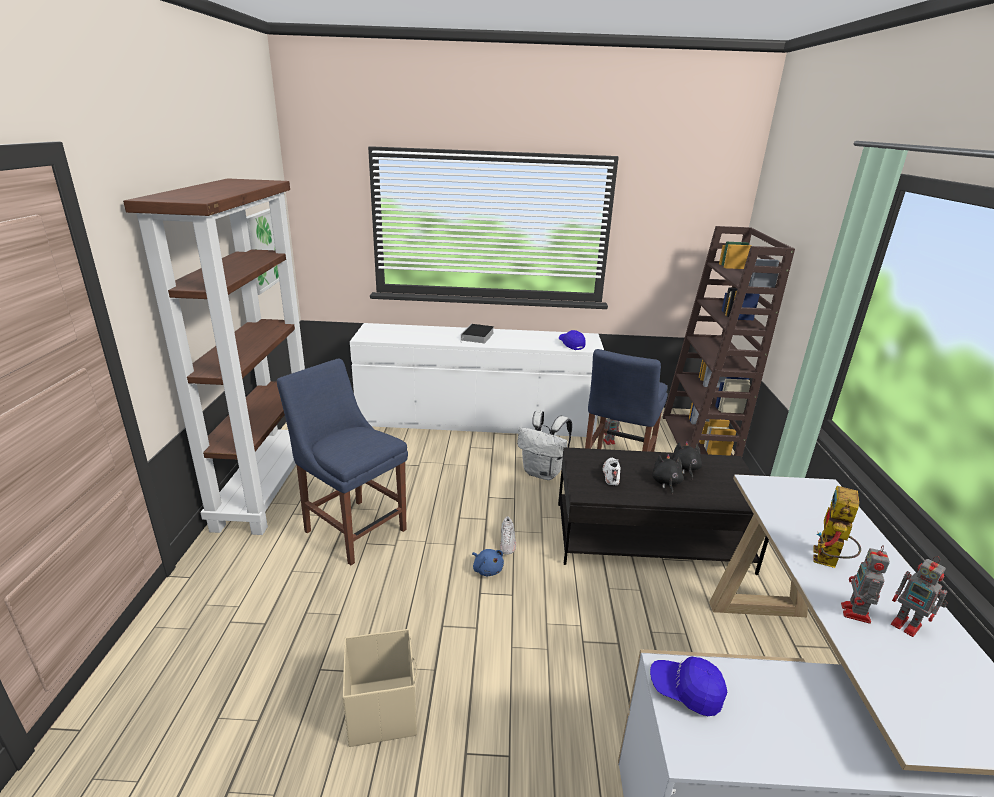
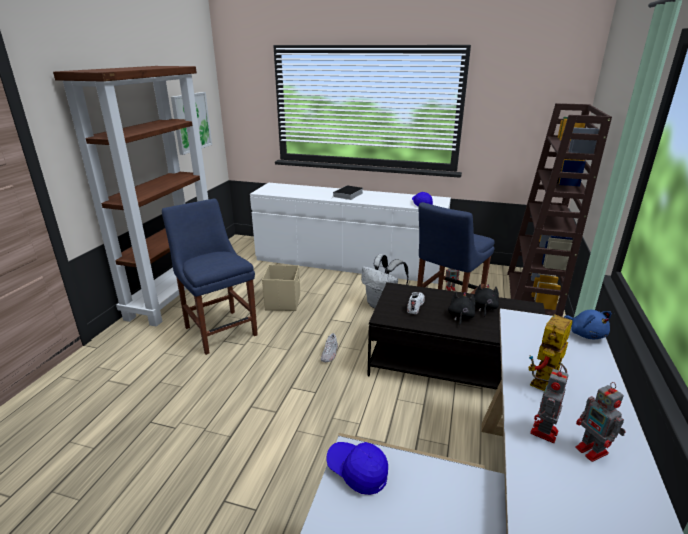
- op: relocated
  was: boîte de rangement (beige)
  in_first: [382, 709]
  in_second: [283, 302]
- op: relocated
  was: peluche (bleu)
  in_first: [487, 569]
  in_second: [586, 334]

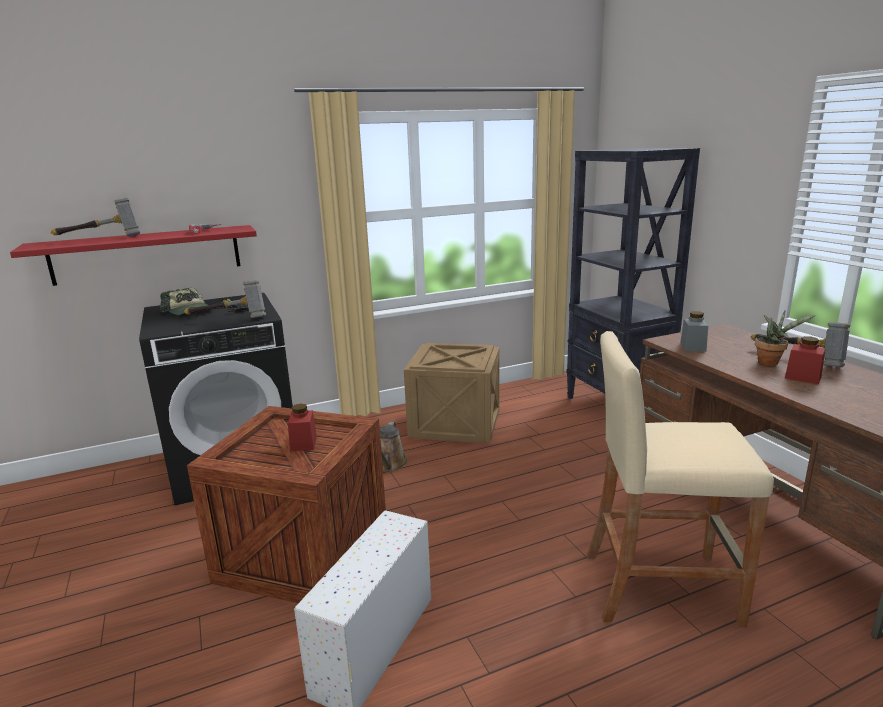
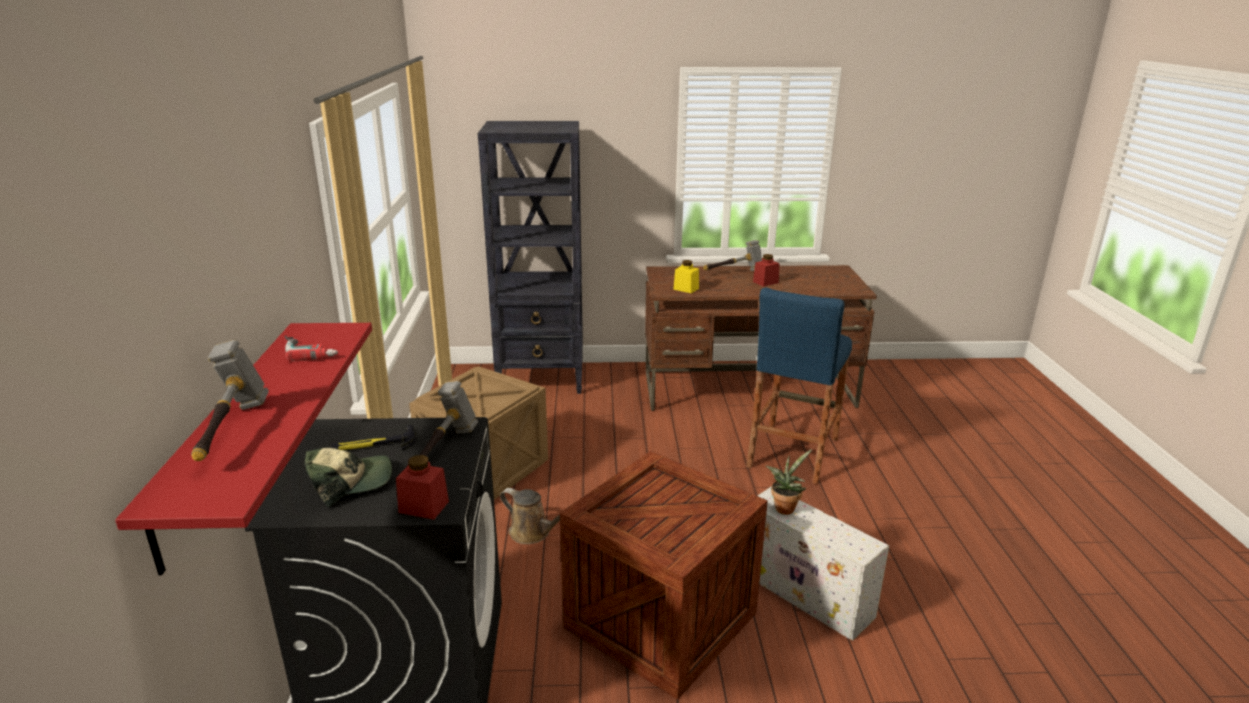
- op: relocated
  was: bocal (rouge)
  in_first: [303, 443]
  in_second: [424, 507]
- op: colour
  was: bocal (gris)
  now: bocal (jaune)
  in_first: [693, 347]
  in_second: [686, 289]
- op: colour
  was: tabouret (beige)
  now: tabouret (bleu)
  in_first: [660, 587]
  in_second: [792, 452]
- op: relocated
  was: plante en pot
  in_first: [771, 362]
  in_second: [785, 507]

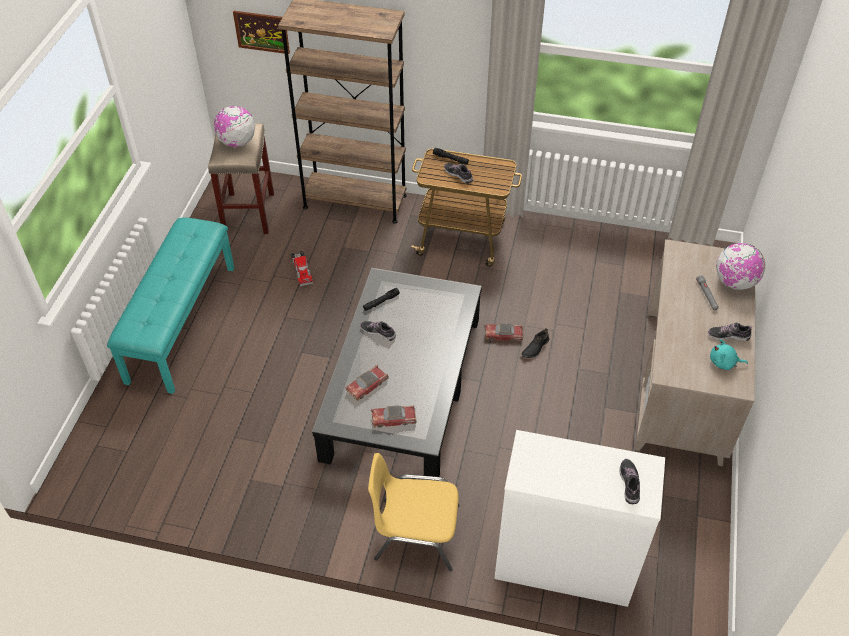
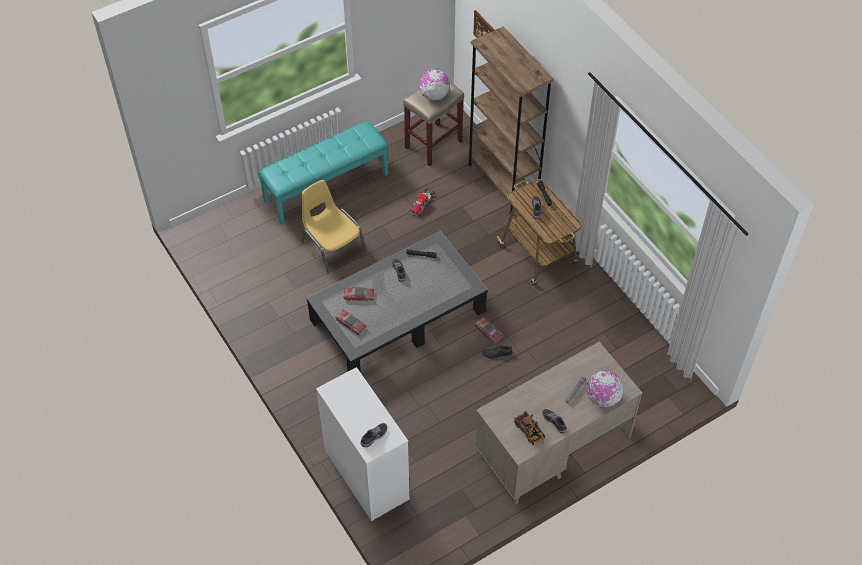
- op: relocated
  was: chaise (jaune)
  in_first: [415, 532]
  in_second: [332, 245]
- op: exchanged
  was: peluche (turquoise)
  now: camion jouet
  in_first: [724, 363]
  in_second: [530, 433]

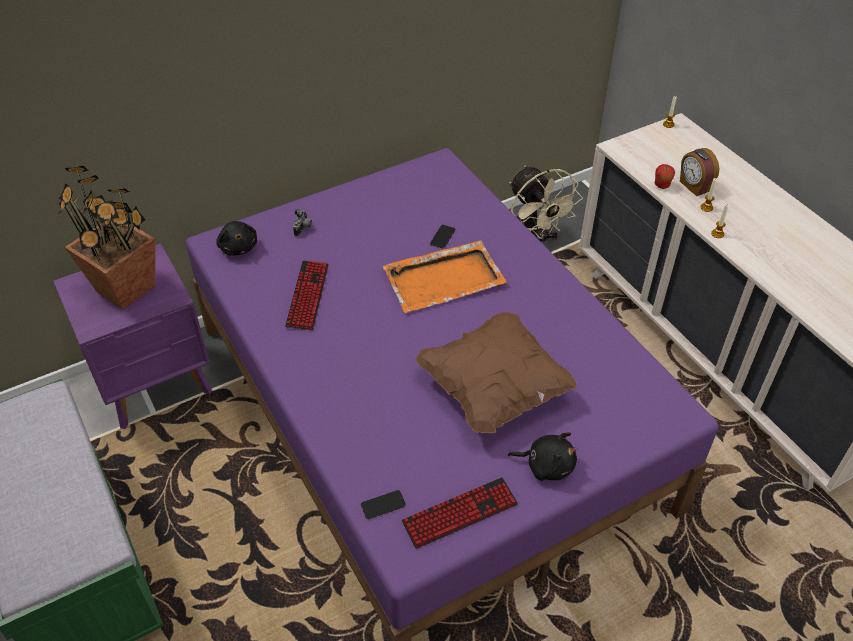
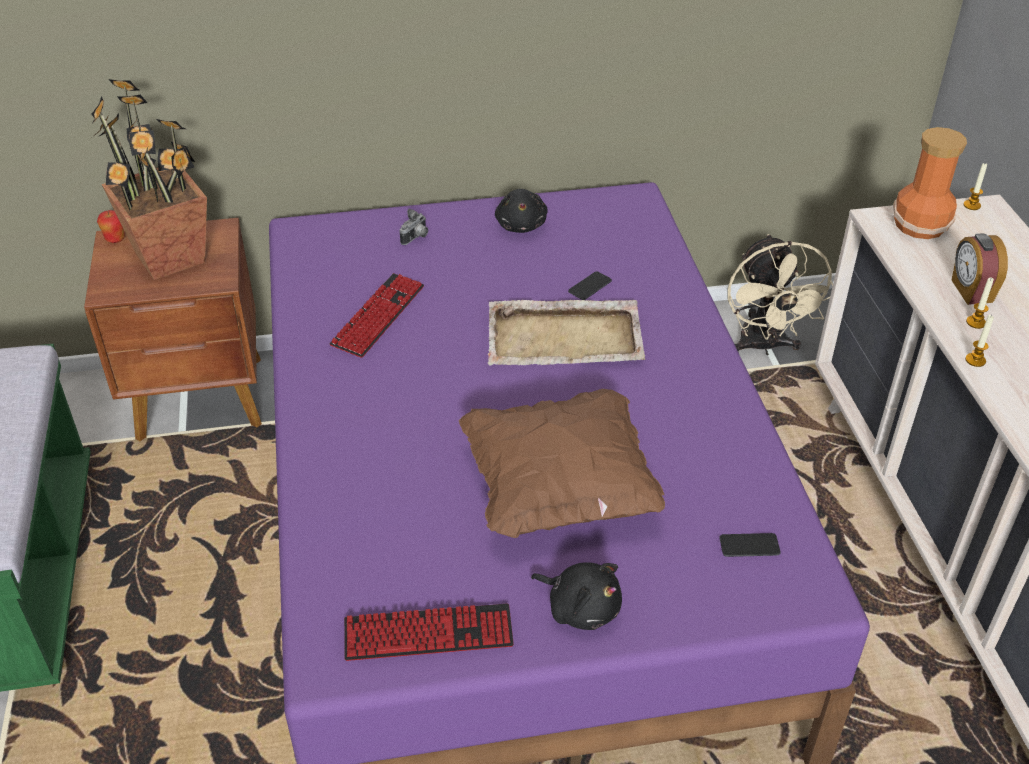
- op: colour
  was: table de chevet (violet)
  now: table de chevet (marron)
  in_first: [157, 384]
  in_second: [202, 400]
- op: relocated
  was: pomme
  in_first: [661, 186]
  in_second: [115, 239]
- op: colour
  was: plateau (orange)
  now: plateau (beige)
  in_first: [445, 279]
  in_second: [566, 337]
- op: relocated
  was: peluche (noir)
  in_first: [238, 247]
  in_second: [521, 225]
- op: relocated
  was: téléphone
  in_first: [383, 505]
  in_second: [749, 546]
- op: appeared
  now: vase
  in_second: [920, 224]

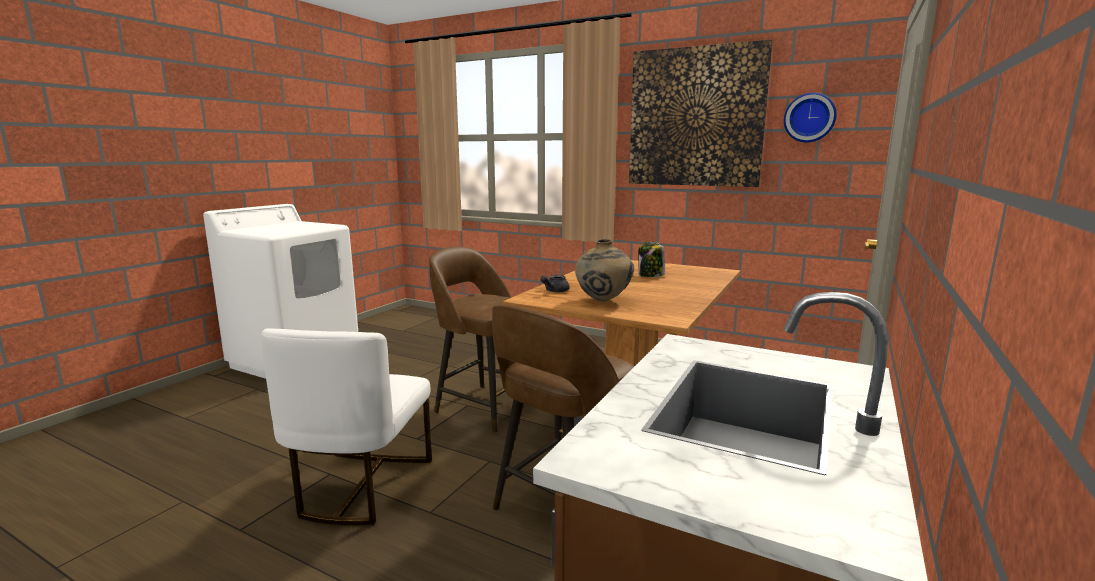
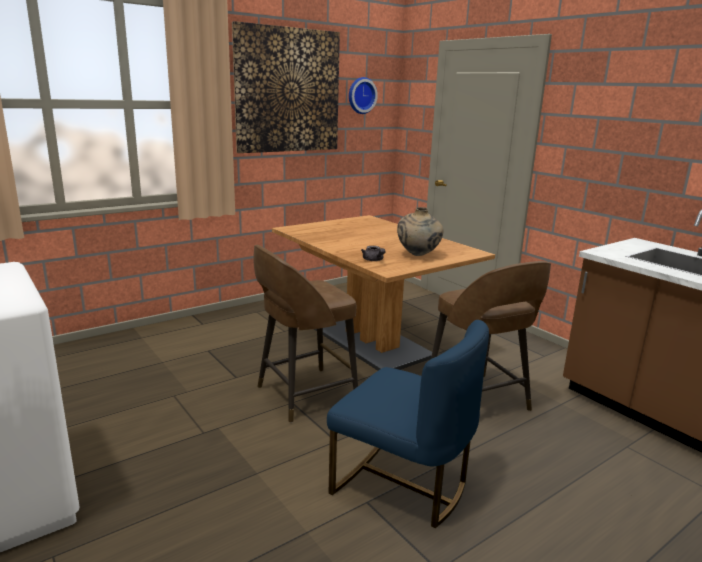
- op: colour
  was: chaise (blanc)
  now: chaise (bleu)
  in_first: [361, 486]
  in_second: [402, 485]
- op: missing
  was: bocal
  in_first: [650, 276]

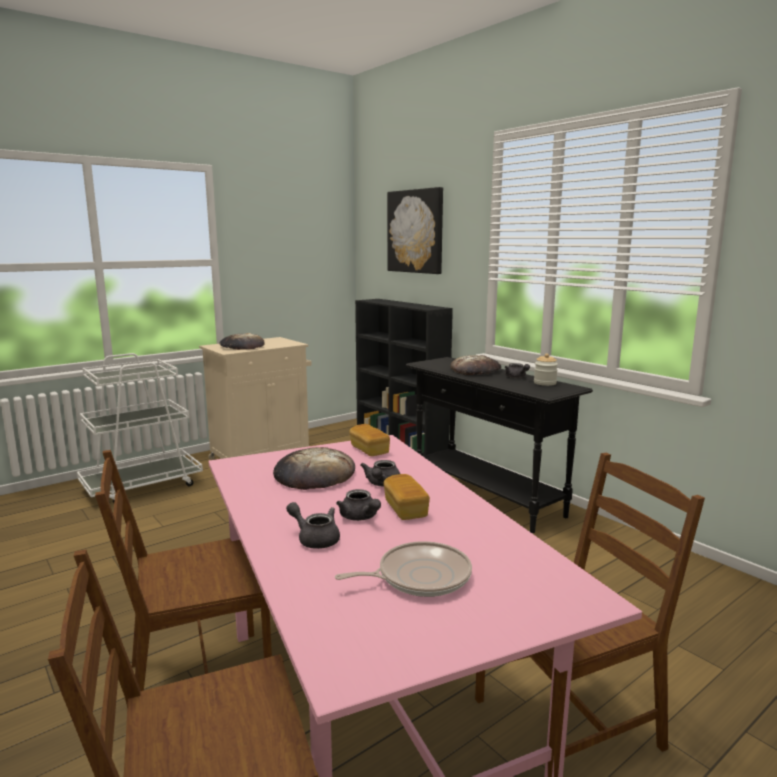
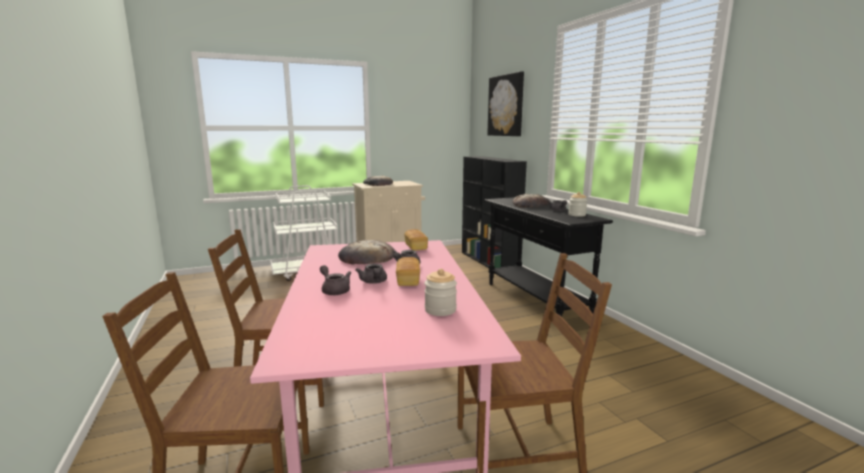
- op: appeared
  now: bocal
  in_second: [440, 310]
- op: missing
  was: poêle
  in_first: [419, 577]

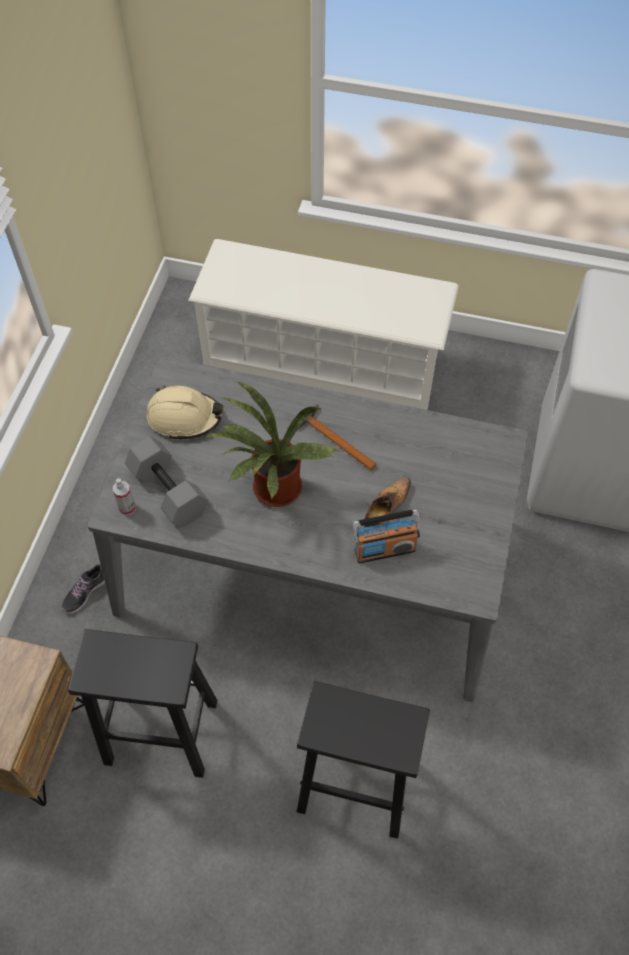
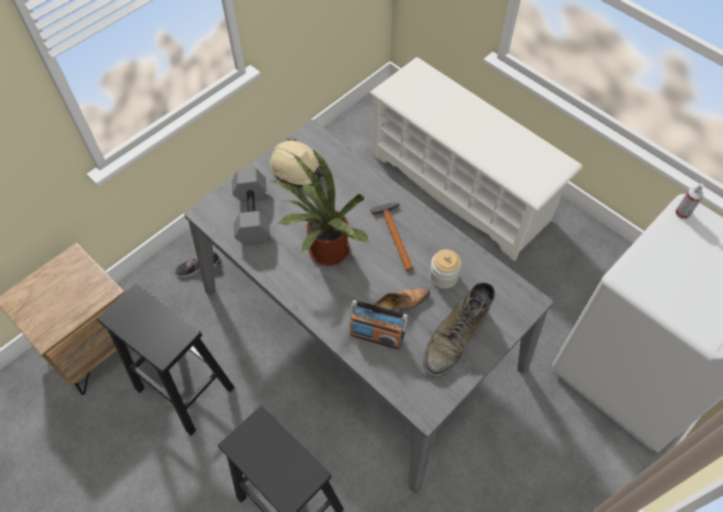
- op: appeared
  now: botte (vert)
  in_second: [454, 338]
- op: appeared
  now: bocal
  in_second: [443, 276]
- op: relocated
  was: vaporisateur
  in_first: [127, 508]
  in_second: [682, 213]

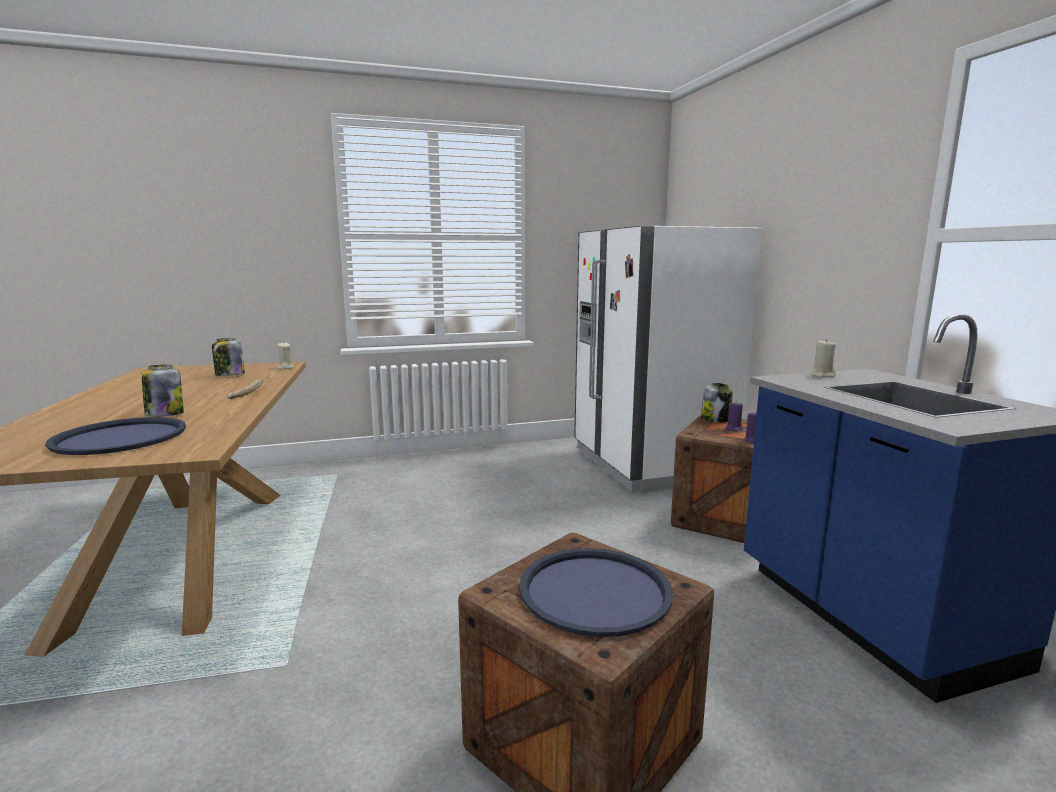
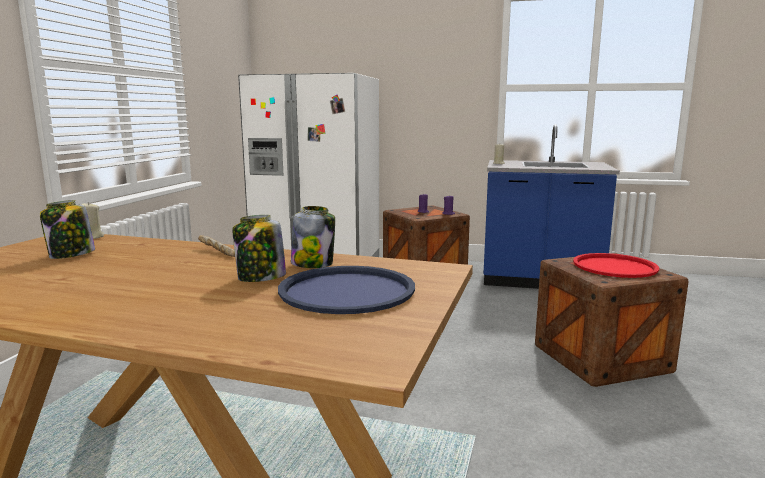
- op: relocated
  was: bocal
  in_first: [715, 419]
  in_second: [313, 264]
- op: colour
  was: plateau (bleu)
  now: plateau (rouge)
  in_first: [595, 591]
  in_second: [614, 266]

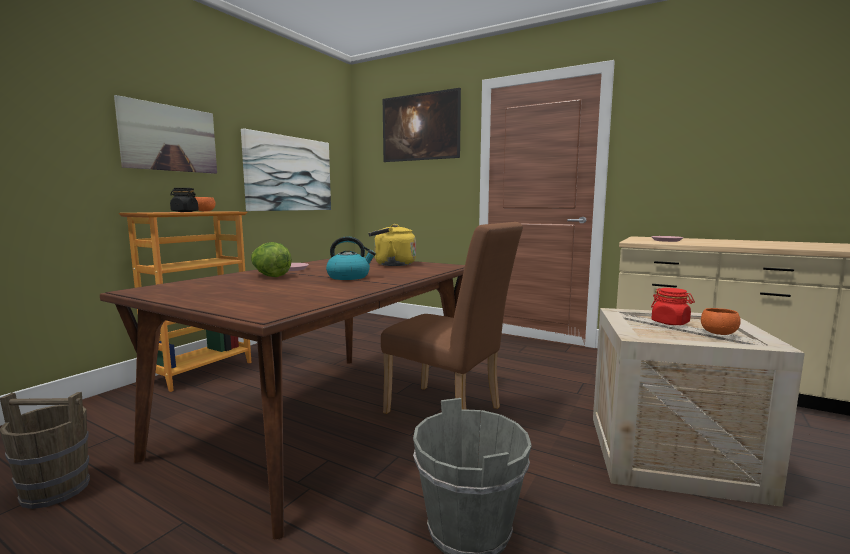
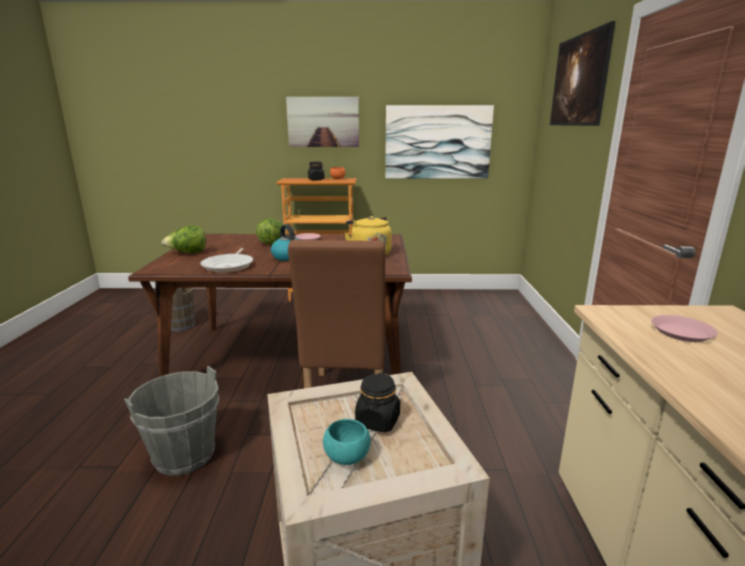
- op: appeared
  now: laitue
  in_second: [188, 253]
- op: appeared
  now: poêle
  in_second: [229, 266]
- op: colour
  was: bol (orange)
  now: bol (turquoise)
  in_first: [718, 333]
  in_second: [347, 457]
- op: colour
  was: bocal (rouge)
  now: bocal (noir)
  in_first: [670, 322]
  in_second: [377, 421]

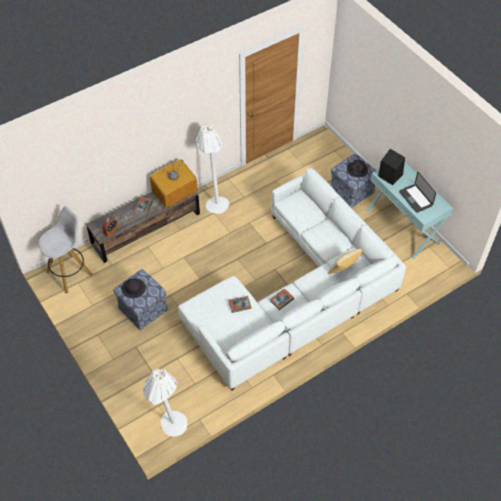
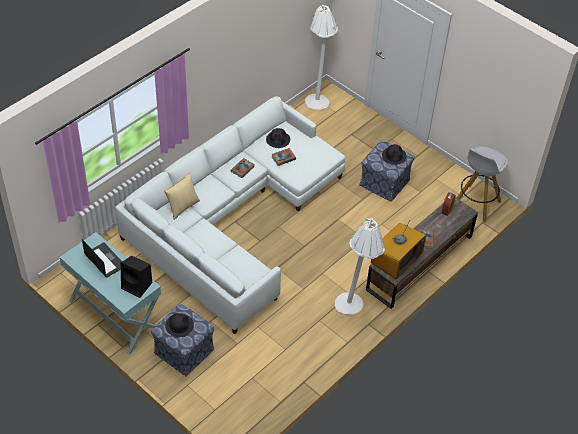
- op: appeared
  now: chapeau (noir)
  in_second: [278, 139]

